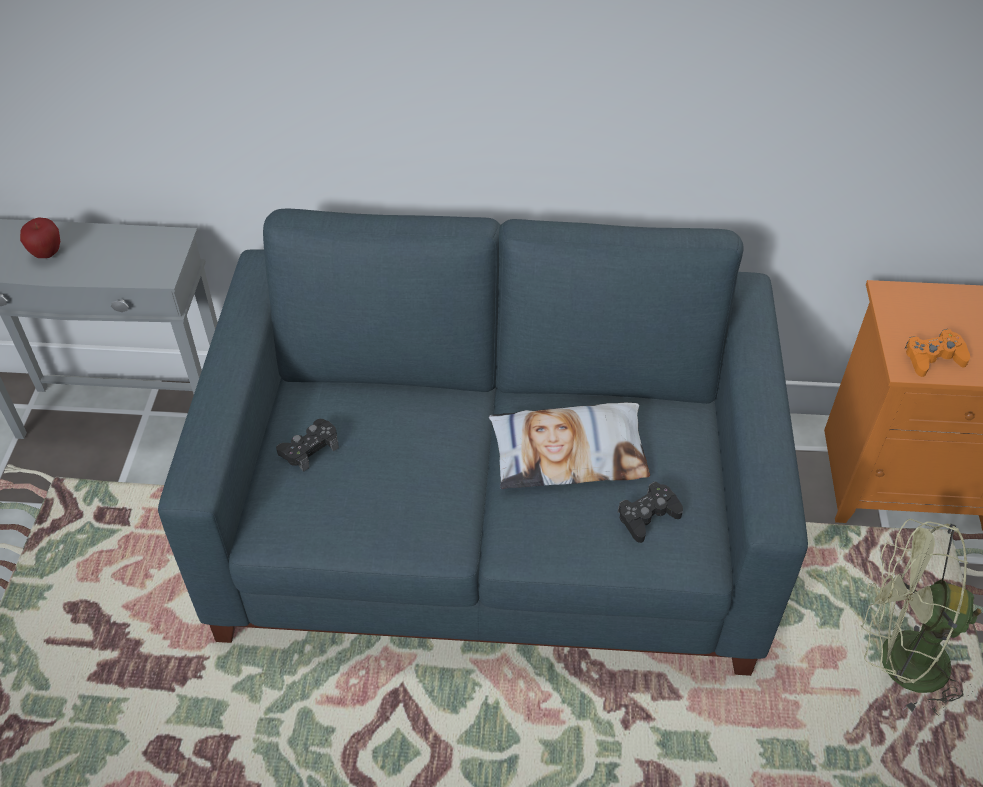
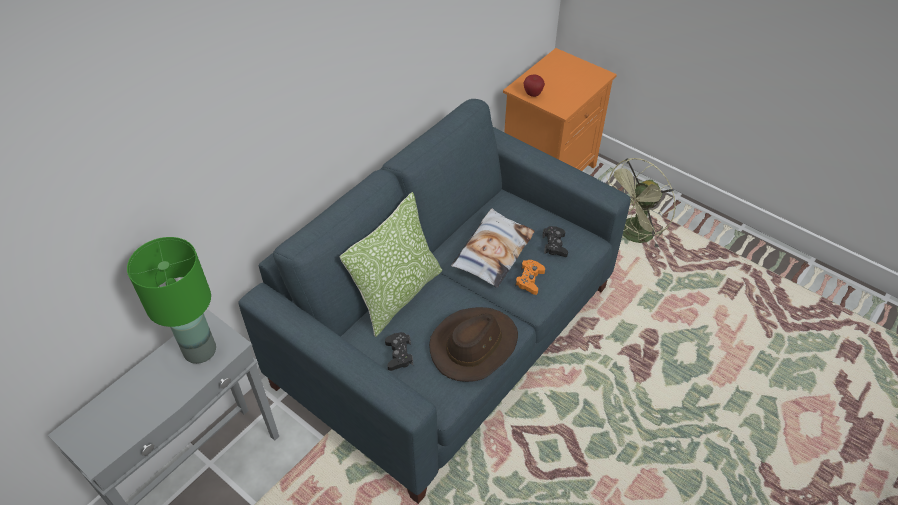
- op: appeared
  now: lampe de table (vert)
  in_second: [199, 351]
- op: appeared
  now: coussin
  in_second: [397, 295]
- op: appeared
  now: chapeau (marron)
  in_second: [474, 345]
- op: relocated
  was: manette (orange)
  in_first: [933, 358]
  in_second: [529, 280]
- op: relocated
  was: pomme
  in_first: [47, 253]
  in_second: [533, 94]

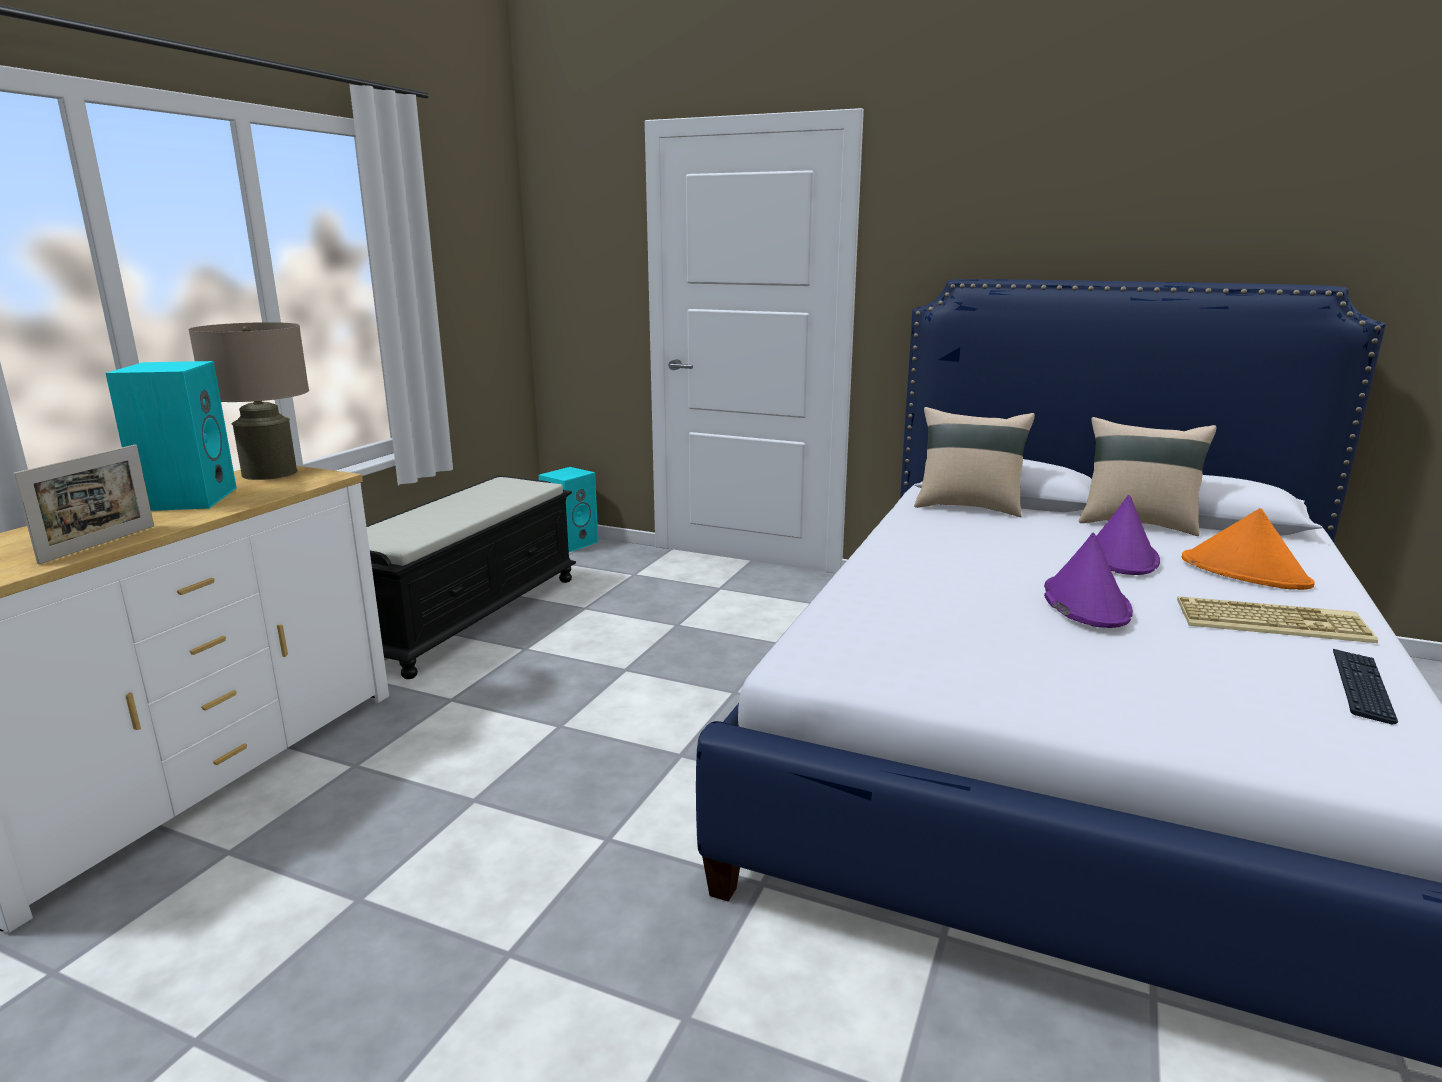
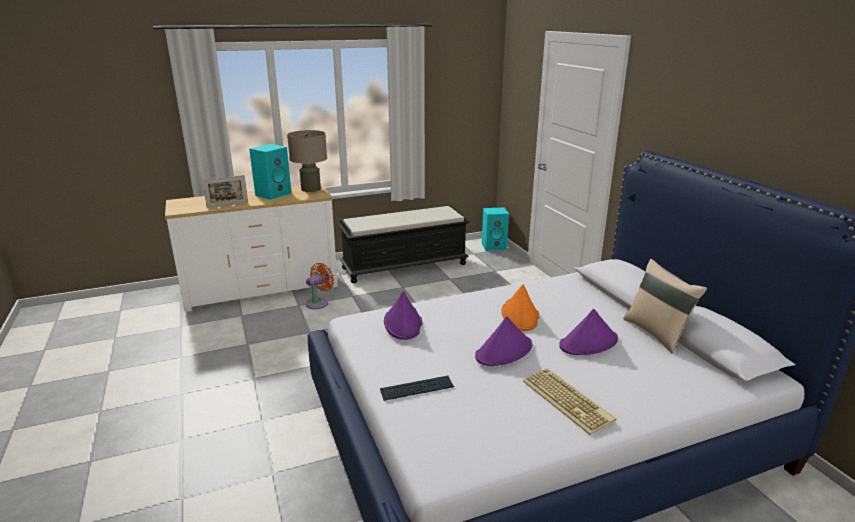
- op: appeared
  now: ventilateur (orange)
  in_second: [319, 303]
- op: relocated
  was: clavier
  in_first: [1361, 687]
  in_second: [417, 389]
- op: appeared
  now: chapeau (violet)
  in_second: [403, 323]
- op: relocated
  was: chapeau (orange)
  in_first: [1245, 572]
  in_second: [520, 315]
- op: missing
  was: coussin (beige)
  in_first: [968, 507]

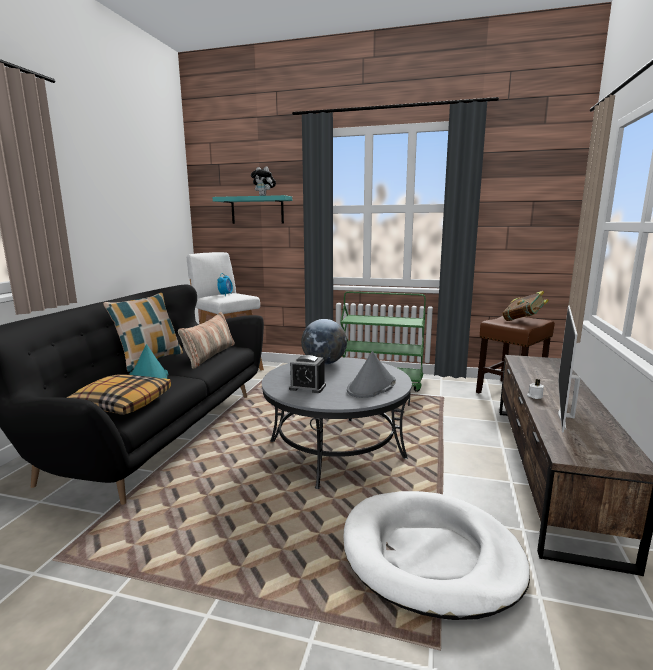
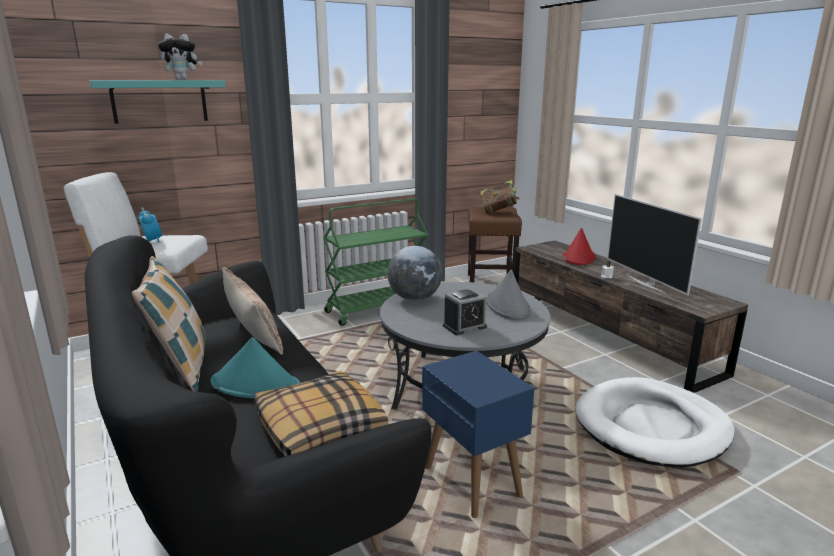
- op: appeared
  now: table d'appoint (bleu)
  in_second: [471, 481]
- op: appeared
  now: chapeau (rouge)
  in_second: [578, 258]

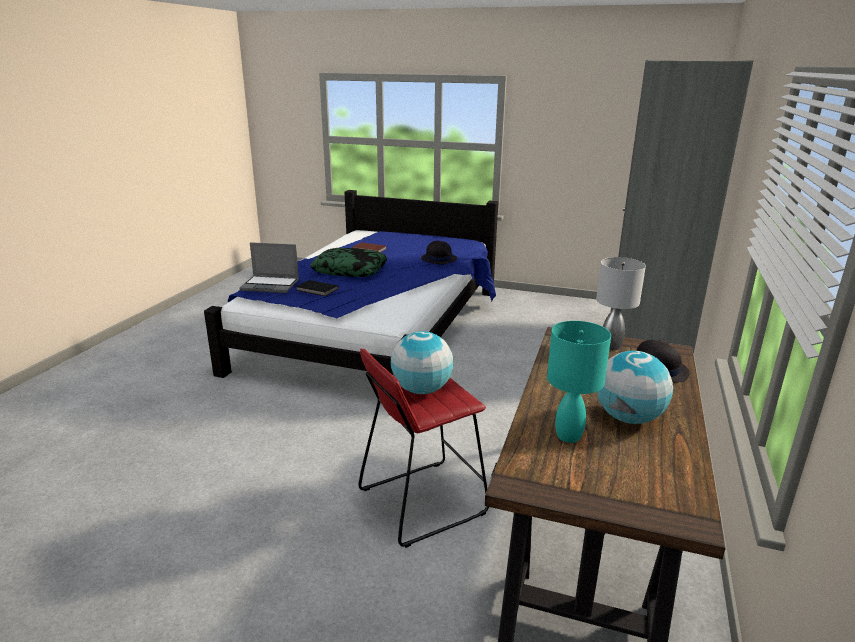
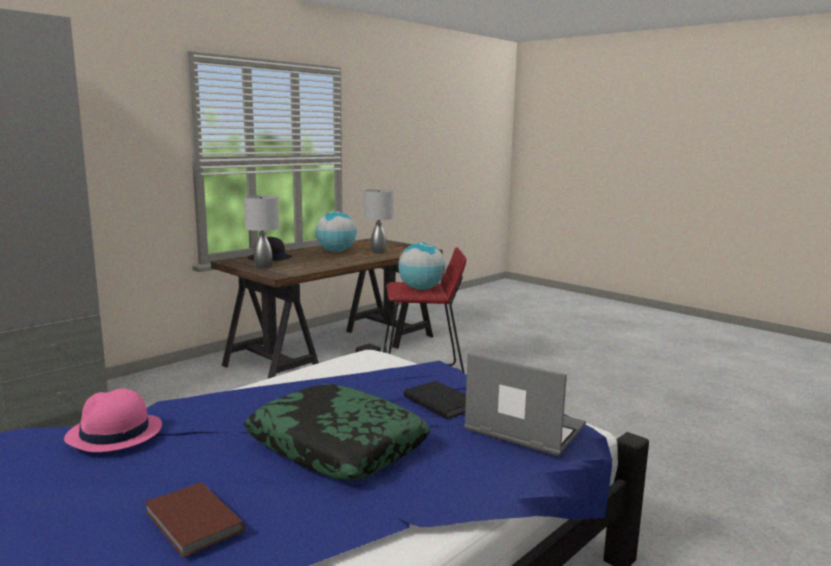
- op: colour
  was: chapeau (noir)
  now: chapeau (rose)
  in_first: [438, 259]
  in_second: [114, 433]
- op: colour
  was: lampe de table (turquoise)
  now: lampe de table (gris)
  in_first: [567, 435]
  in_second: [378, 252]

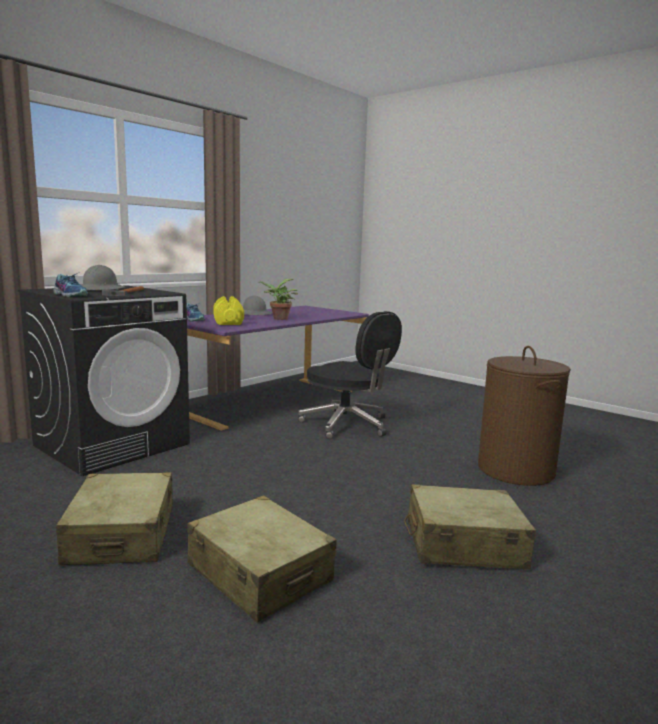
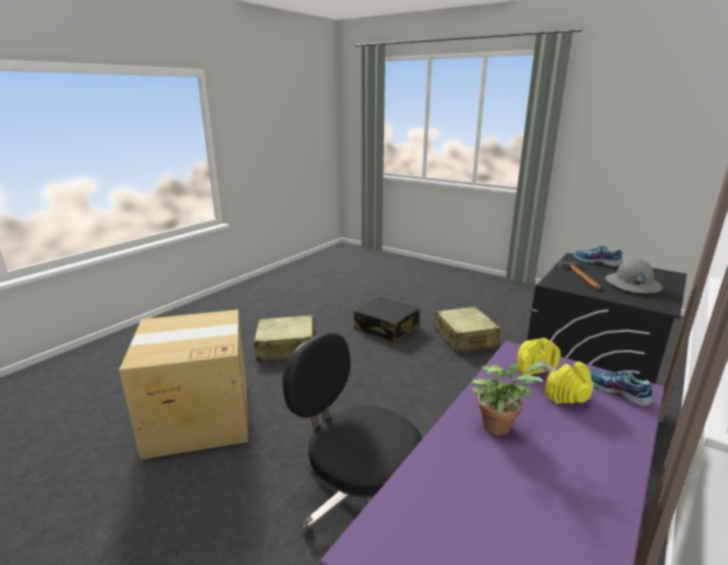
- op: exchanged
  was: panier à linge (marron)
  now: carton
  in_first: [516, 470]
  in_second: [198, 418]
- op: colour
  was: valise (beige)
  now: valise (noir)
  in_first: [260, 573]
  in_second: [387, 328]
- op: missing
  was: casque de chantier (gris)
  in_first: [254, 314]

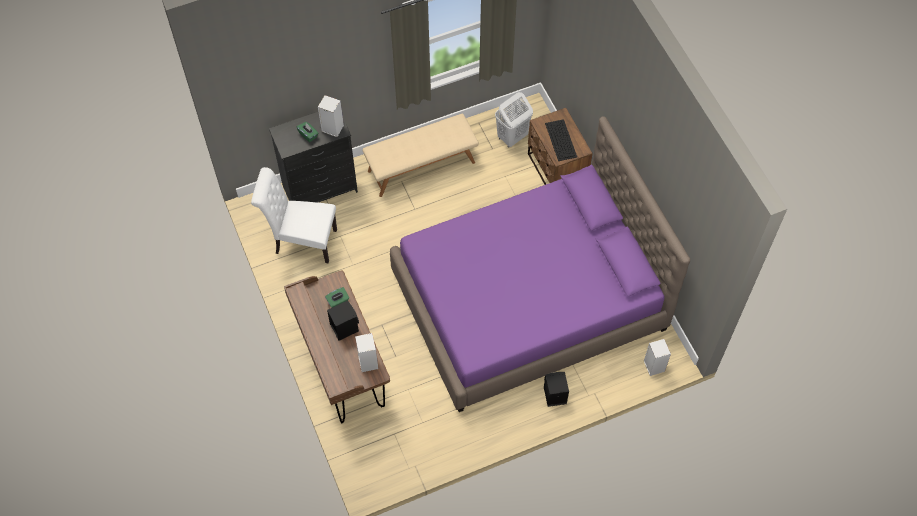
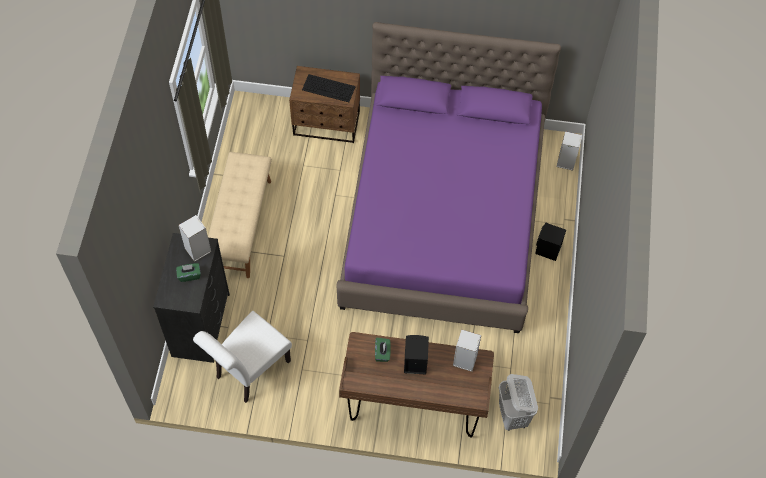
- op: relocated
  was: panier à linge (blanc)
  in_first: [512, 137]
  in_second: [513, 416]

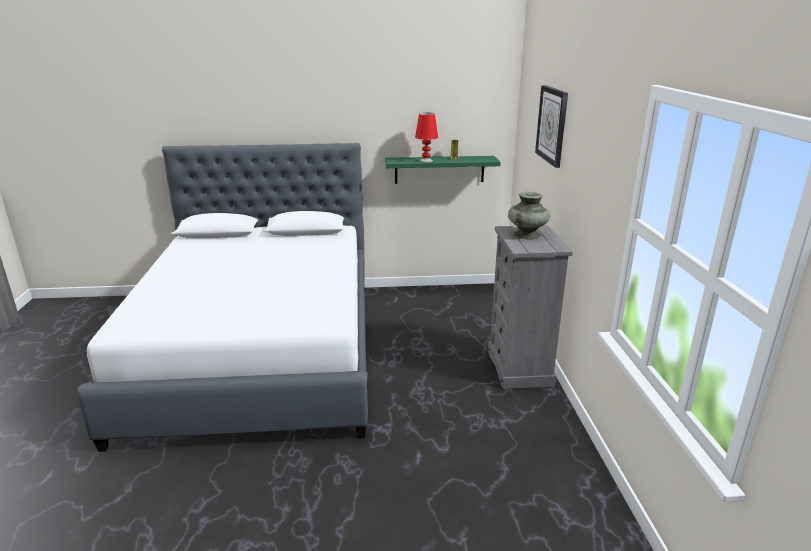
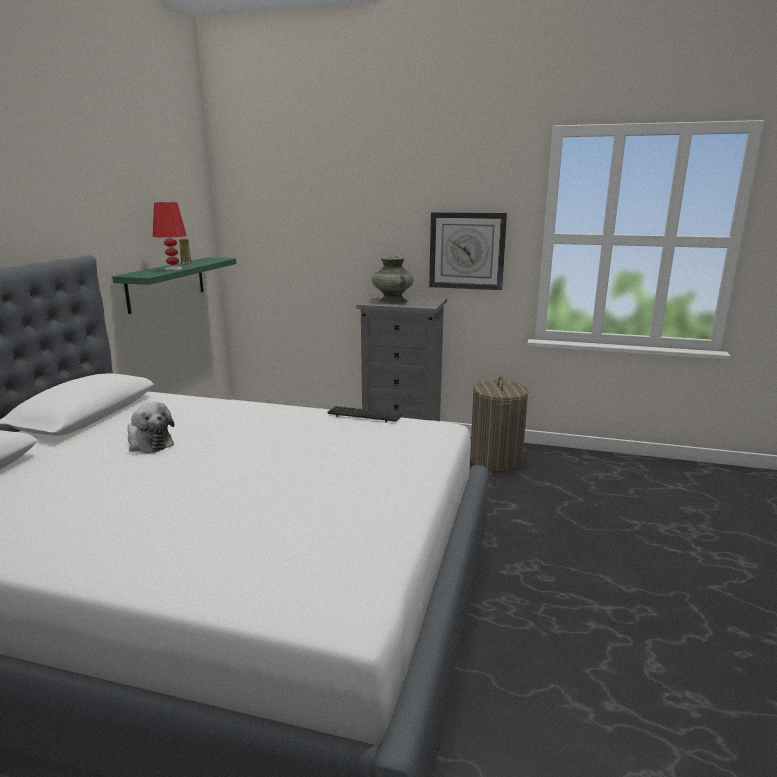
- op: appeared
  now: peluche
  in_second: [149, 443]
- op: appeared
  now: clavier
  in_second: [365, 415]
- op: relocated
  was: horloge murale
  in_first: [552, 125]
  in_second: [467, 251]
- op: appeared
  now: panier à linge
  in_second: [495, 459]

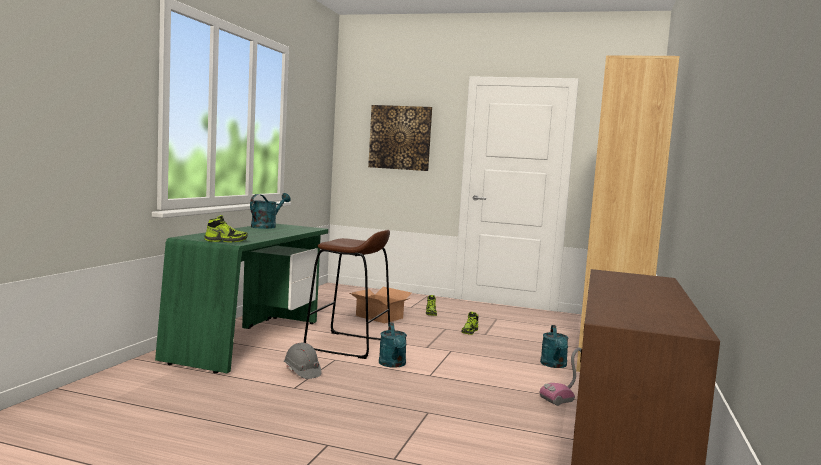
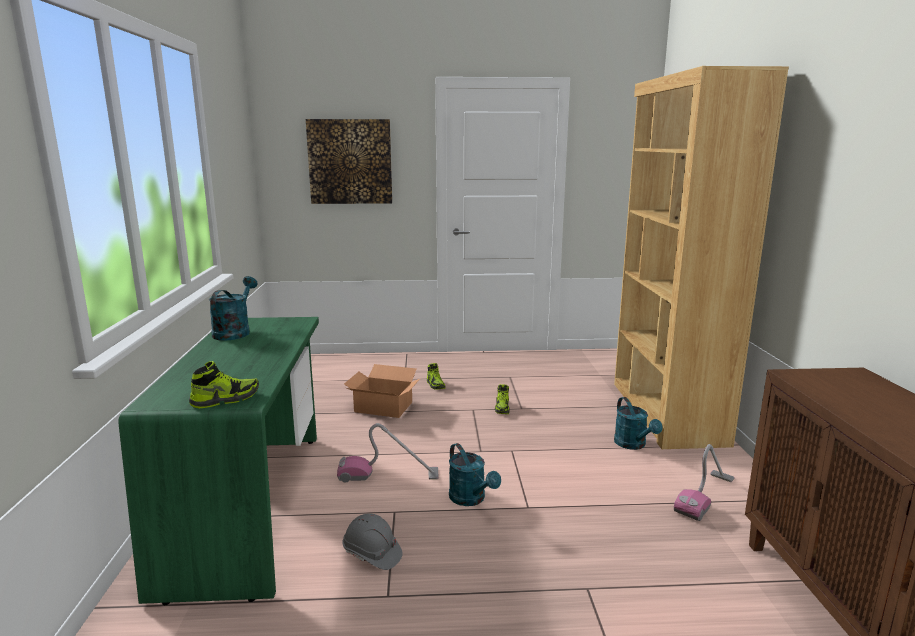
- op: exchanged
  was: tabouret (marron)
  now: aspirateur
  in_first: [348, 345]
  in_second: [388, 475]

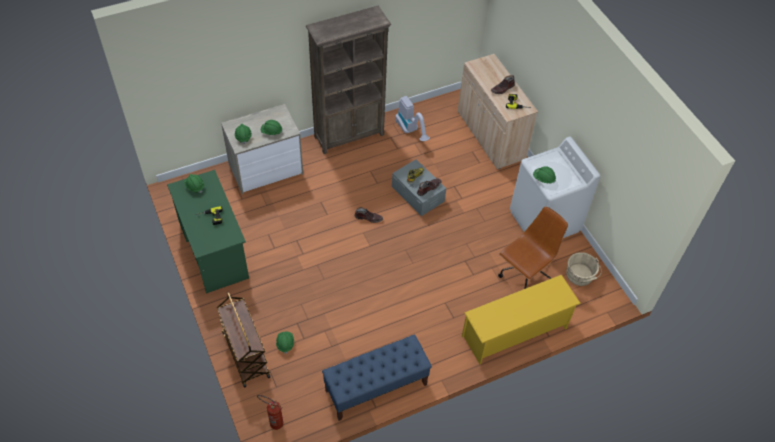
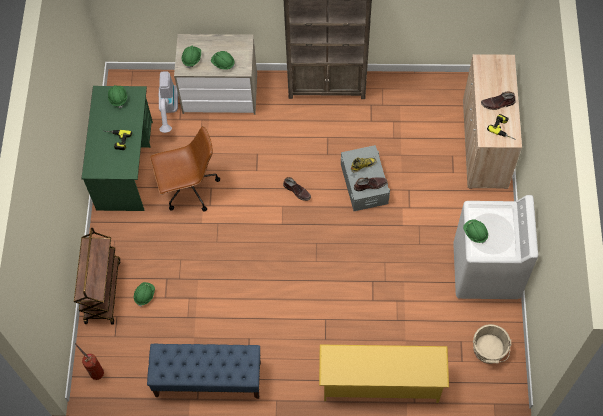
- op: relocated
  was: chaise de bureau (marron)
  in_first: [525, 275]
  in_second: [188, 189]
- op: relocated
  was: aspirateur
  in_first: [411, 131]
  in_second: [169, 111]

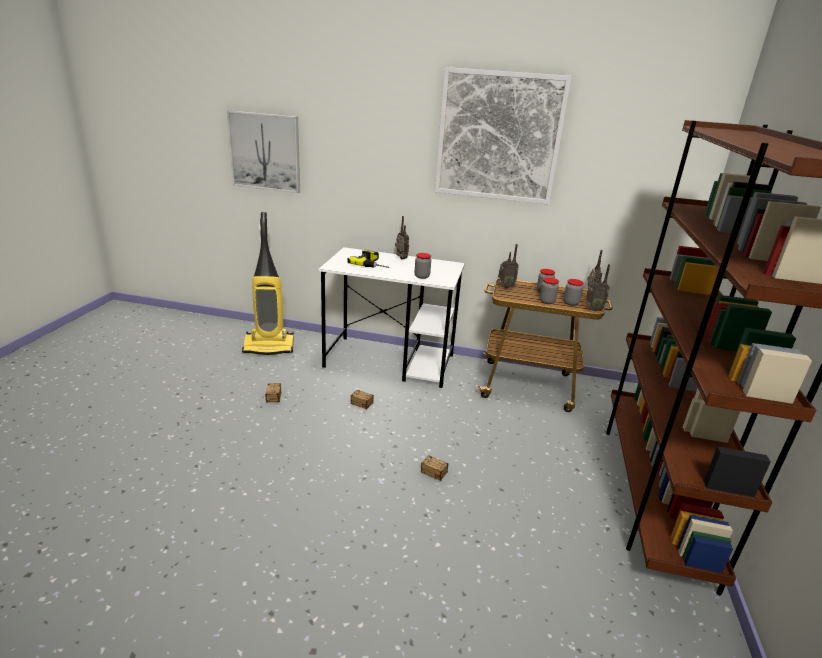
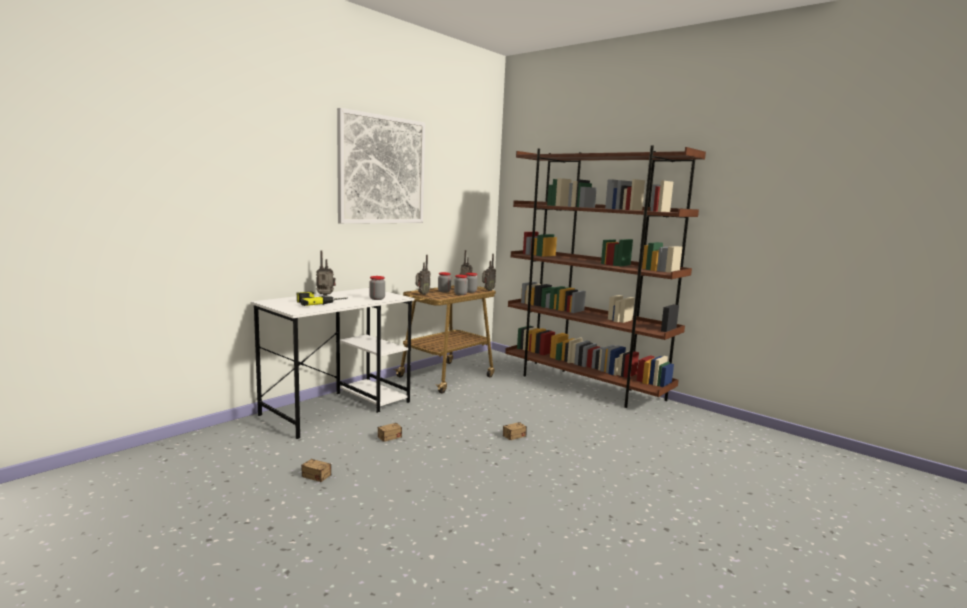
- op: missing
  was: tableau
  in_first: [265, 152]
- op: missing
  was: aspirateur
  in_first: [269, 346]

